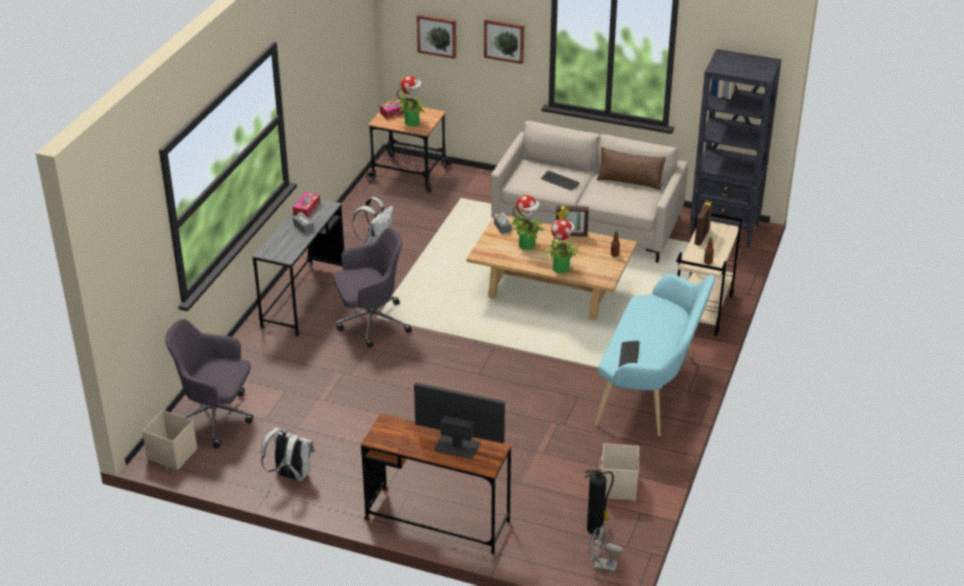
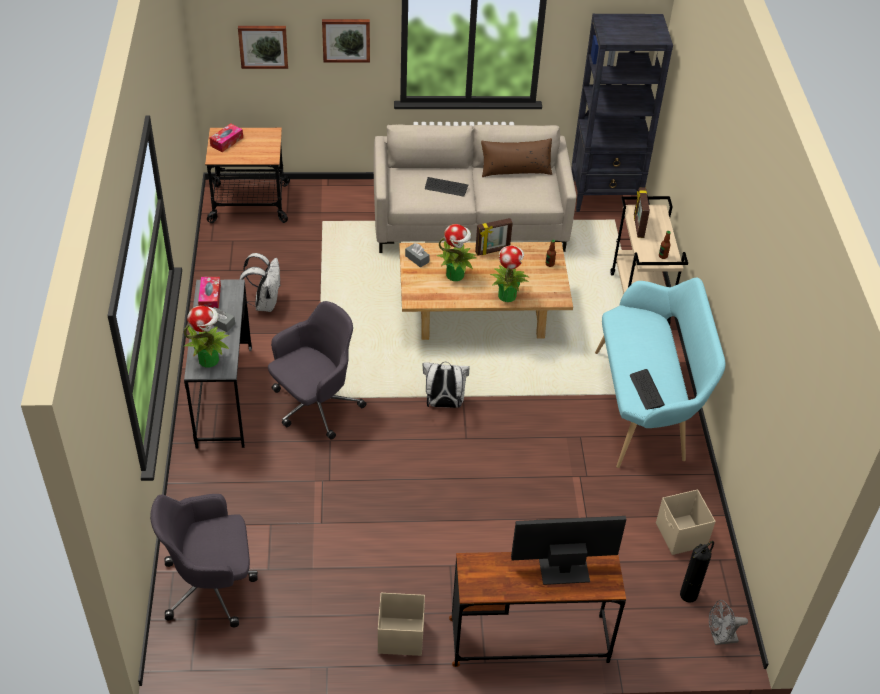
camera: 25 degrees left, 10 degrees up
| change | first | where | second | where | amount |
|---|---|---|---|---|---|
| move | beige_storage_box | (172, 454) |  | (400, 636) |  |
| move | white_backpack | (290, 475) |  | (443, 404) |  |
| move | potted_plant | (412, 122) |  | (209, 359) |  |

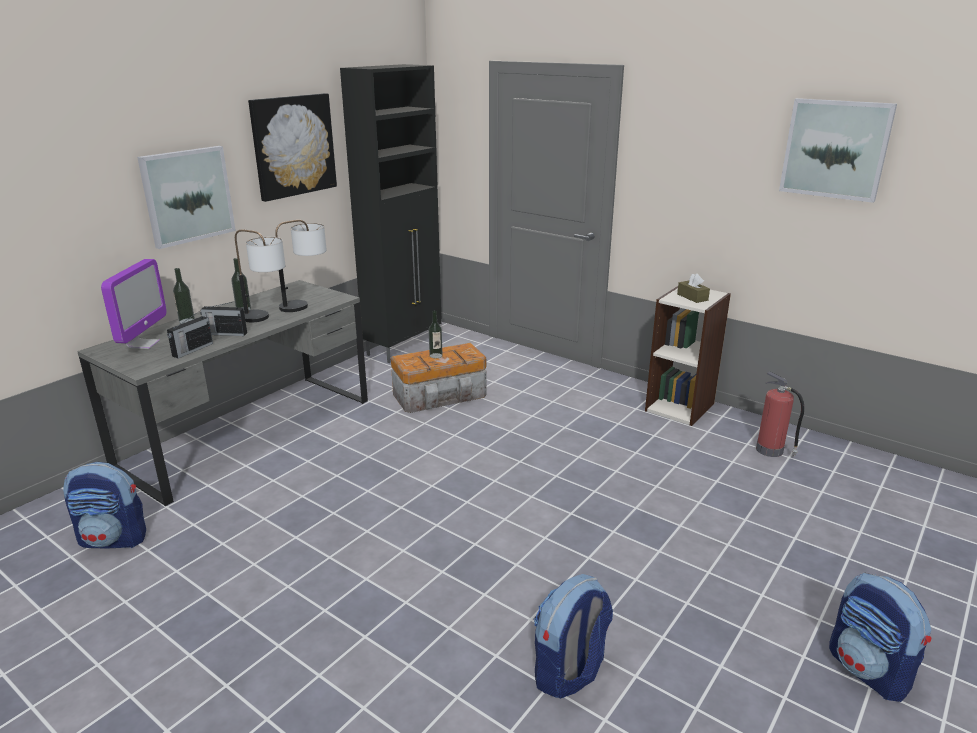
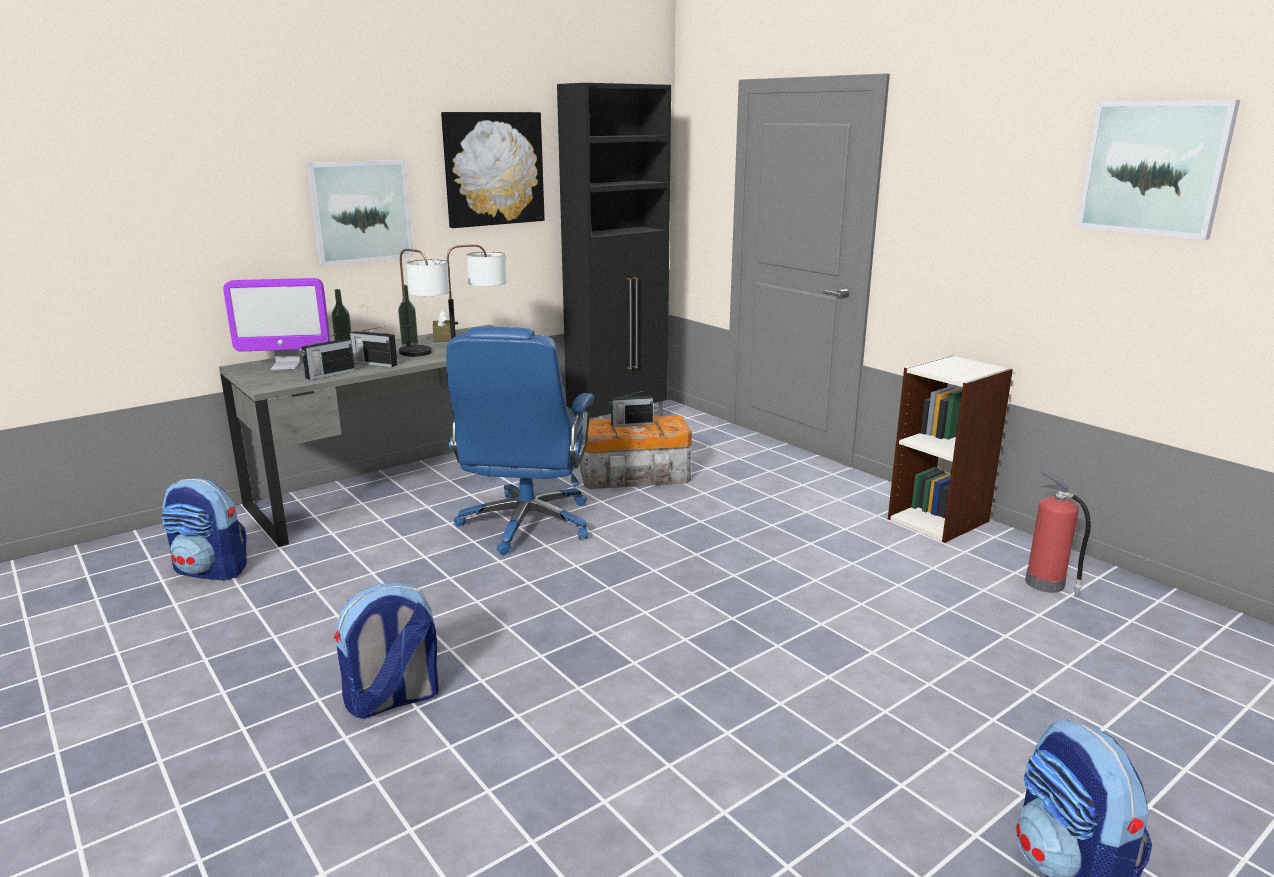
camera: 15 degrees right, 5 degrees down
| change | first | where | second | where | amount |
|---|---|---|---|---|---|
| rotate | monitor | (143, 344) |  | (285, 366) | 60 degrees clockwise |
| replace | bottle | (436, 355) | radio | (631, 424) |  |
| move | backpack | (569, 672) |  | (393, 700) |  |
| move | brown_tissue_box | (692, 297) |  | (442, 338) |  |
| insert |  |  | blue_office_chair | (526, 525) |  |

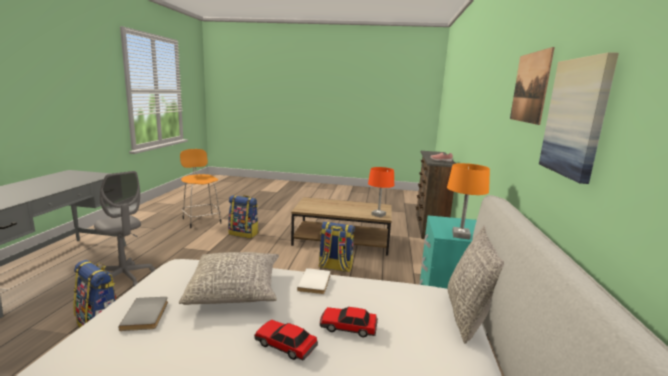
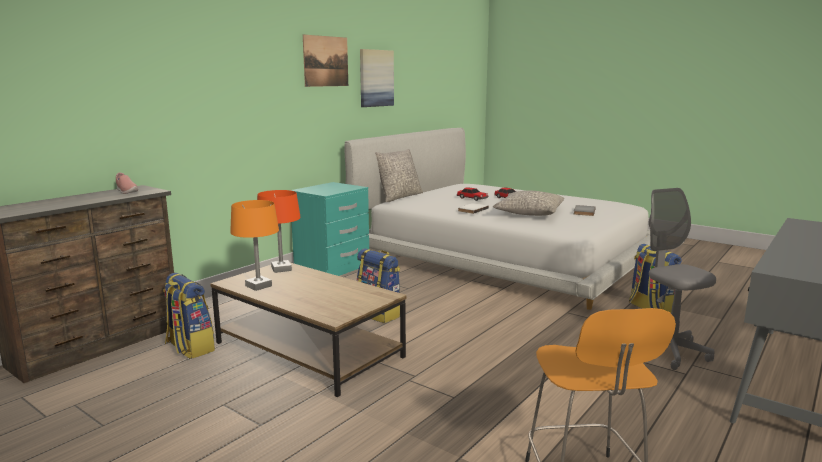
camera: 150 degrees left, 0 degrees up
| change | first | where | second | where | amount |
|---|---|---|---|---|---|
| move | backpack | (244, 233) |  | (189, 348) |  |
| move | orange_table_lamp | (460, 235) |  | (258, 286) |  |

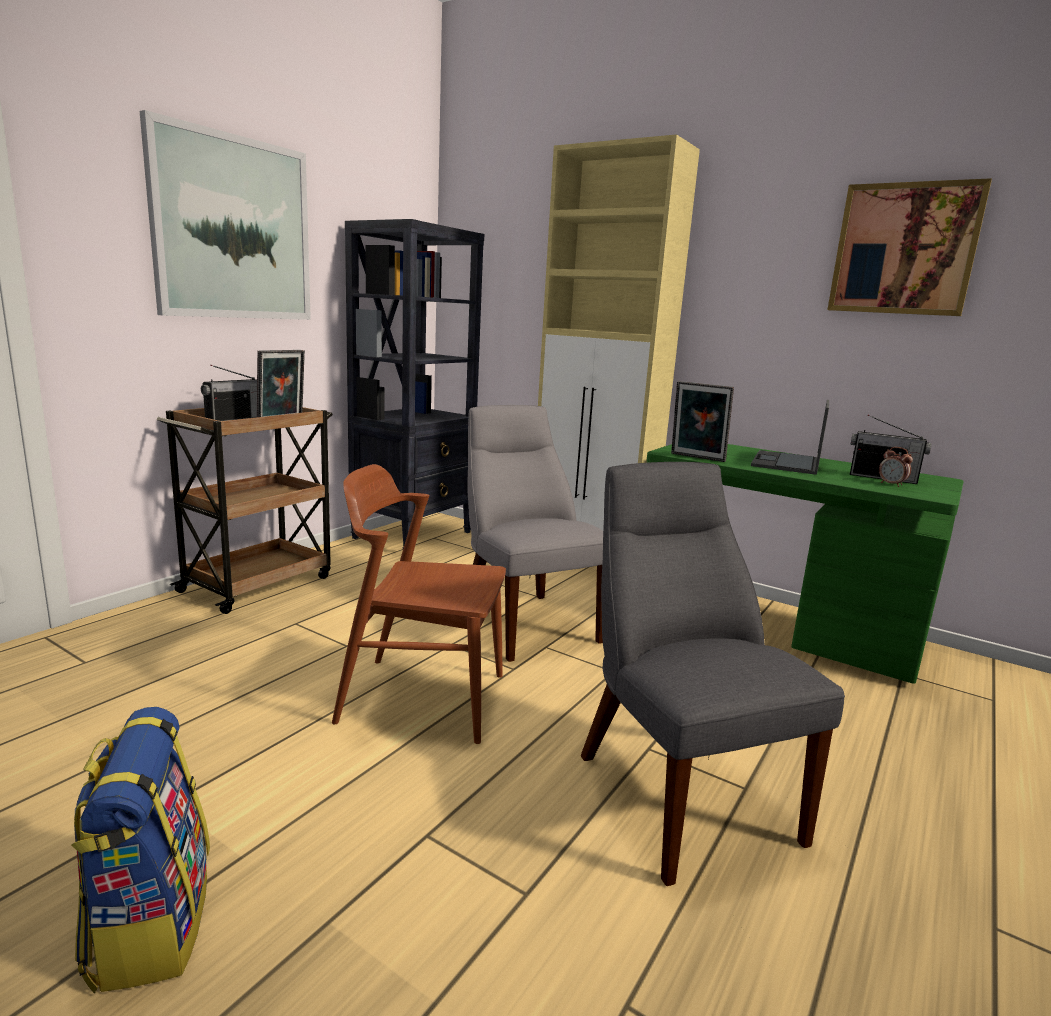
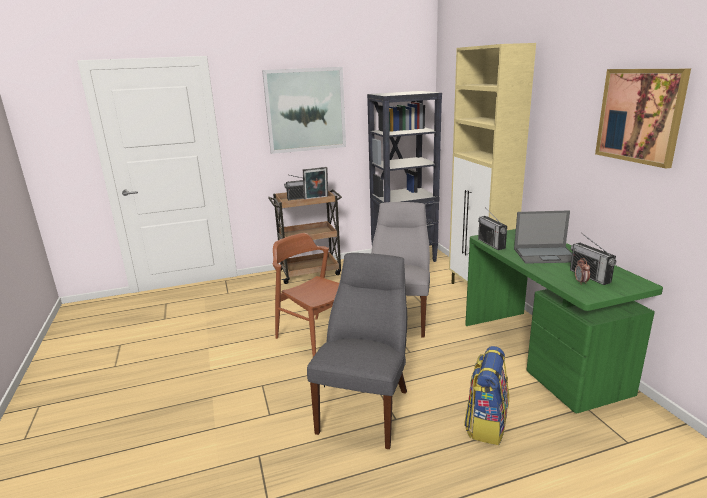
camera: 40 degrees right, 5 degrees up
| change | first | where | second | where | amount |
|---|---|---|---|---|---|
| move | backpack | (150, 923) |  | (486, 424) |  |
| replace | picture_frame | (696, 458) | radio | (491, 244) |  |
| rotate | laptop | (786, 463) |  | (546, 255) | 150 degrees counterclockwise |

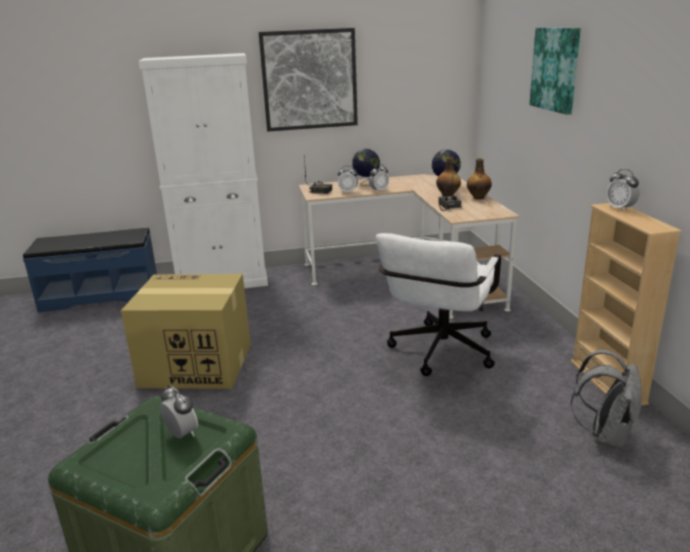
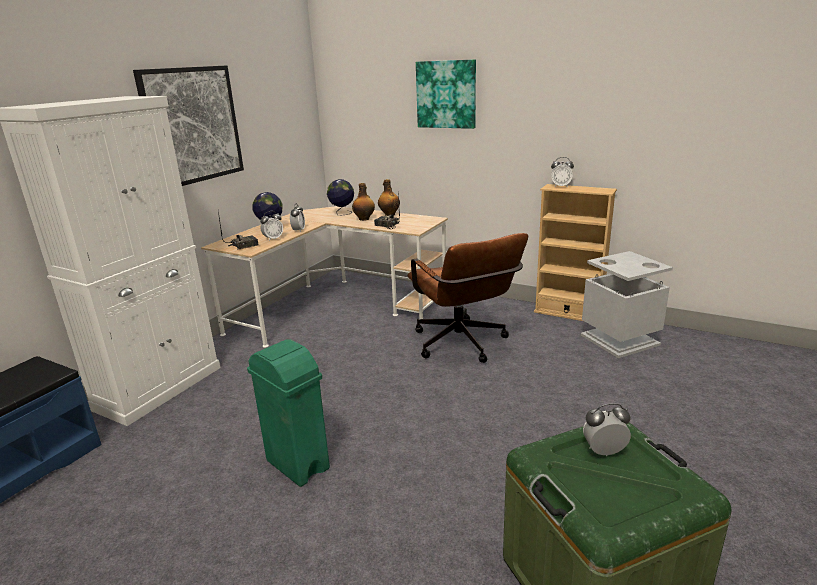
camera: 50 degrees left, 0 degrees up
| change | first | where | second | where | amount |
|---|---|---|---|---|---|
| replace | cardboard_box | (195, 365) | green_trash_can | (298, 465) |  |
| recolor | white_office_chair | (439, 354) | brown_office_chair | (463, 346) |  |
| replace | grey_backpack | (605, 436) | grey_trash_can | (618, 340) |  |

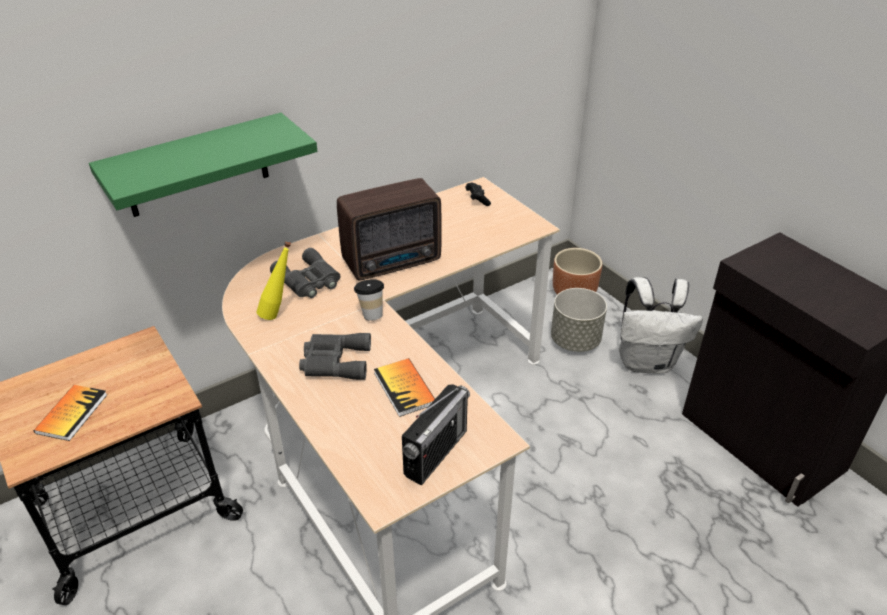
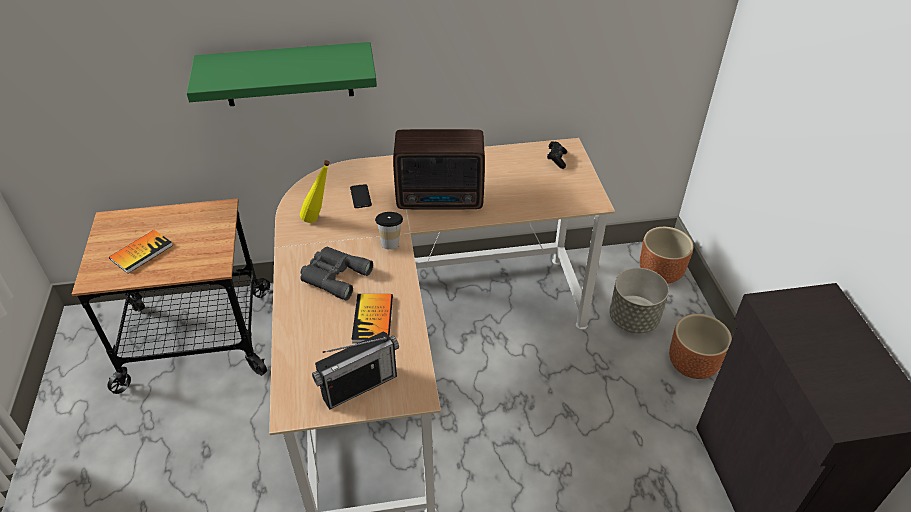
camera: 25 degrees right, 5 degrees up
| change | first | where | second | where | amount |
|---|---|---|---|---|---|
| replace | grey_binoculars | (308, 281) | phone | (360, 196) |  |
| replace | white_backpack | (647, 362) | brown_planter | (693, 364) |  |

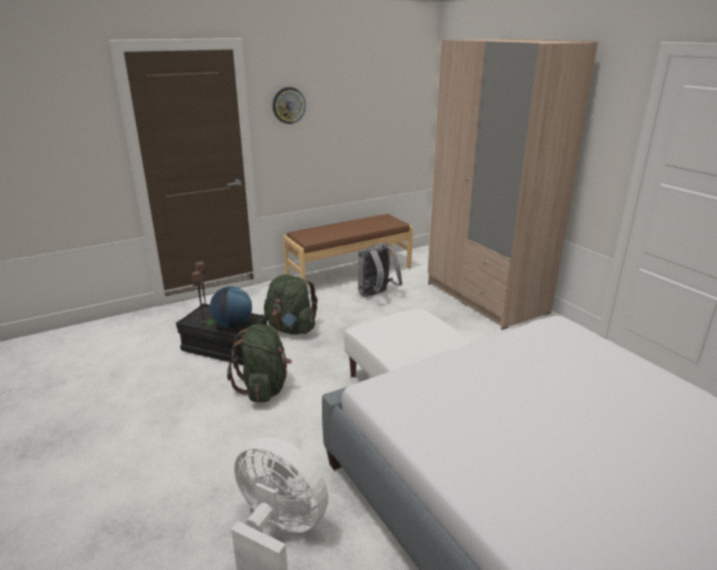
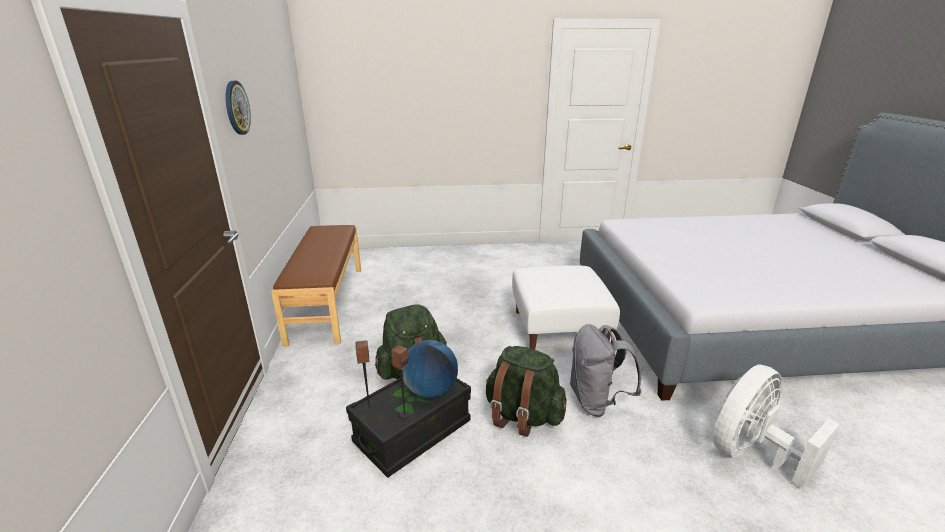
camera: 65 degrees left, 0 degrees up
| change | first | where | second | where | amount |
|---|---|---|---|---|---|
| move | grey_backpack | (376, 295) |  | (596, 401) |  |
| delete | beige_wardrobe | (486, 297) |  |  |  |

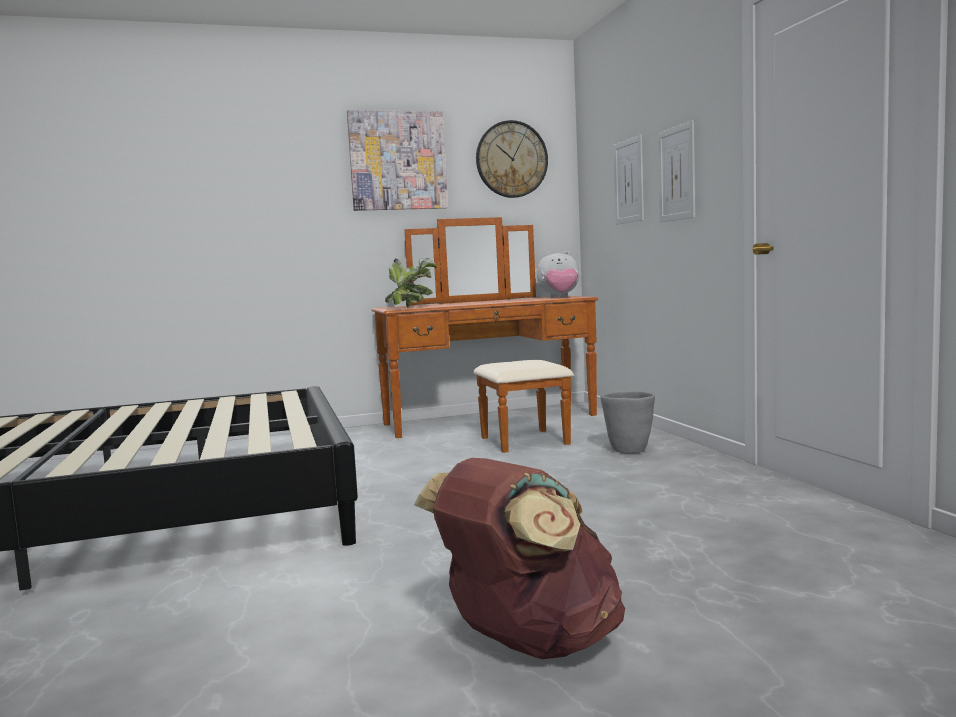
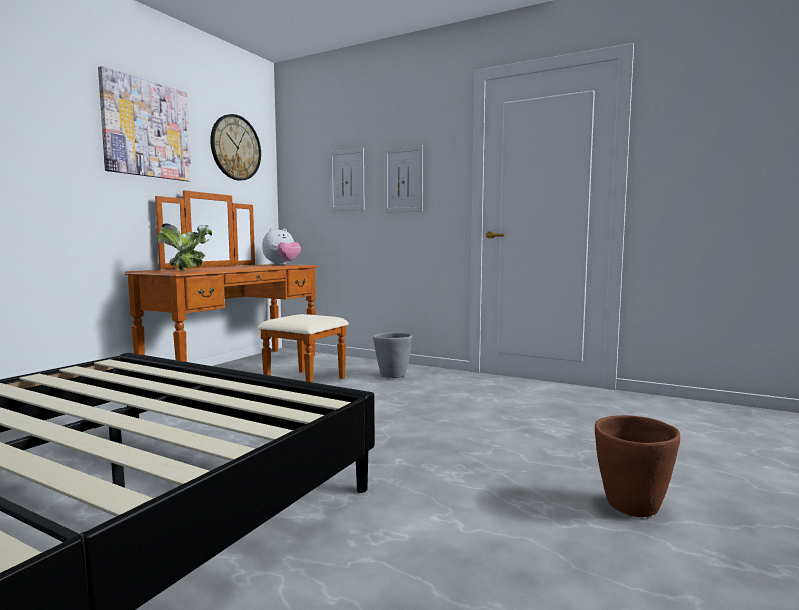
camera: 45 degrees left, 0 degrees up
| change | first | where | second | where | amount |
|---|---|---|---|---|---|
| replace | brown_backpack | (528, 643) | brown_planter | (631, 507) |  |

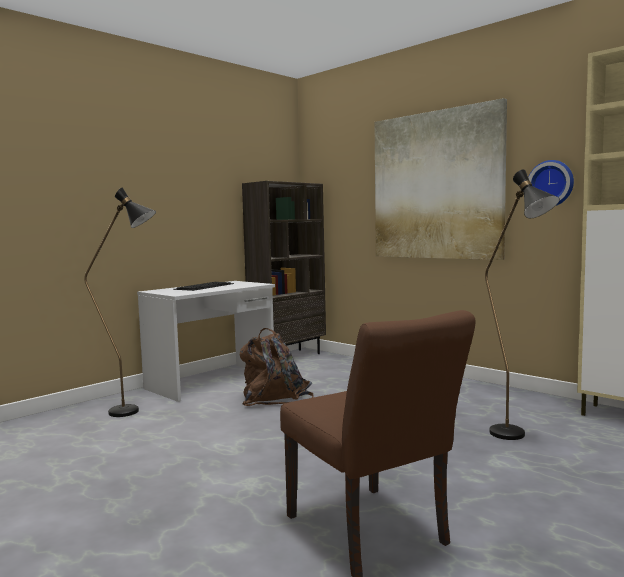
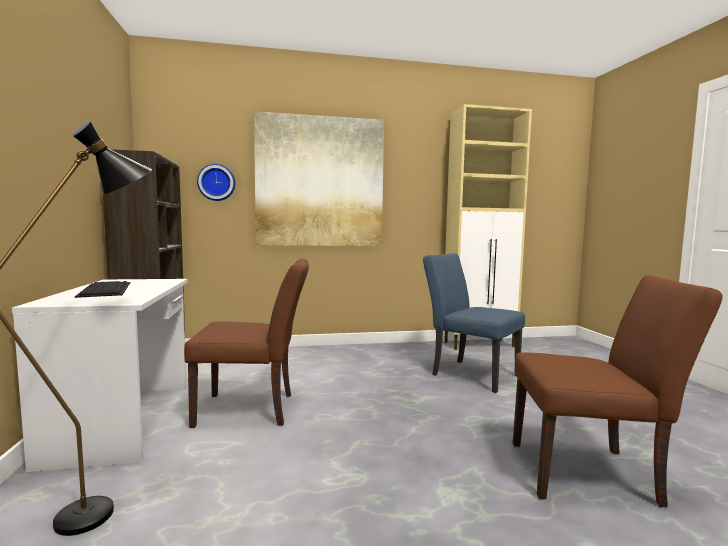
camera: 55 degrees left, 0 degrees up
| change | first | where | second | where | amount |
|---|---|---|---|---|---|
| replace | brown_backpack | (275, 398) | brown_chair | (254, 410) |  |
| replace | black_floor_lamp | (516, 438) | blue_chair | (469, 373) |  |
| move | wall_clock | (551, 183) |  | (217, 182) |  |

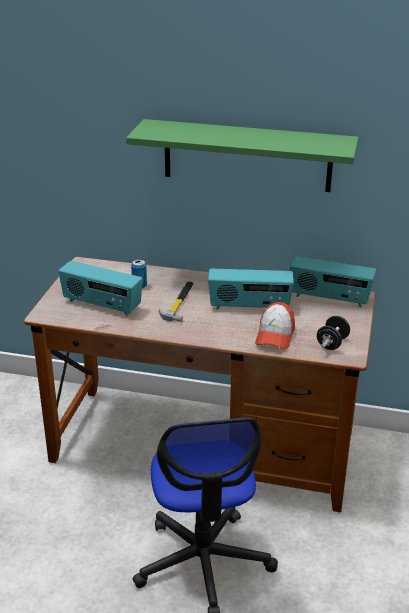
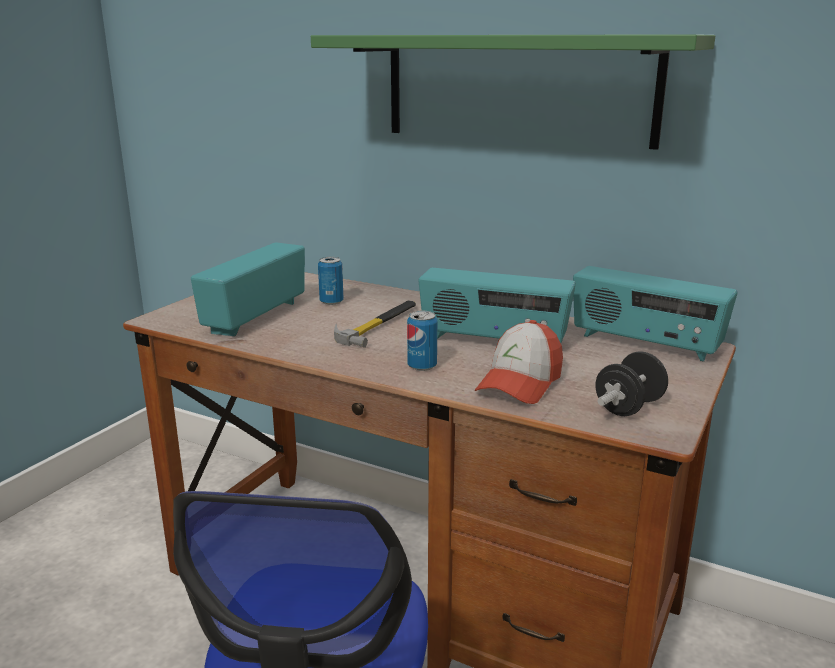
camera: 15 degrees right, 10 degrees down
| change | first | where | second | where | amount |
|---|---|---|---|---|---|
| rotate | radio | (101, 305) |  | (254, 317) | 75 degrees clockwise |
| insert |  |  | can | (422, 366) |  |

